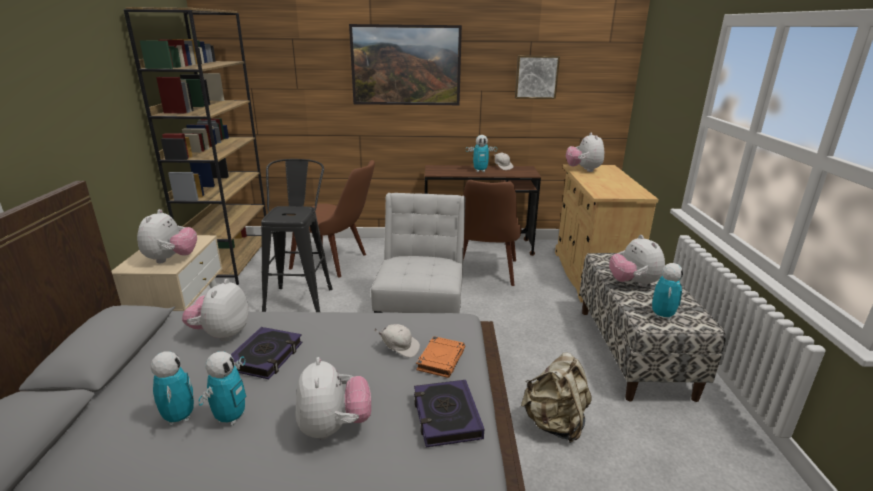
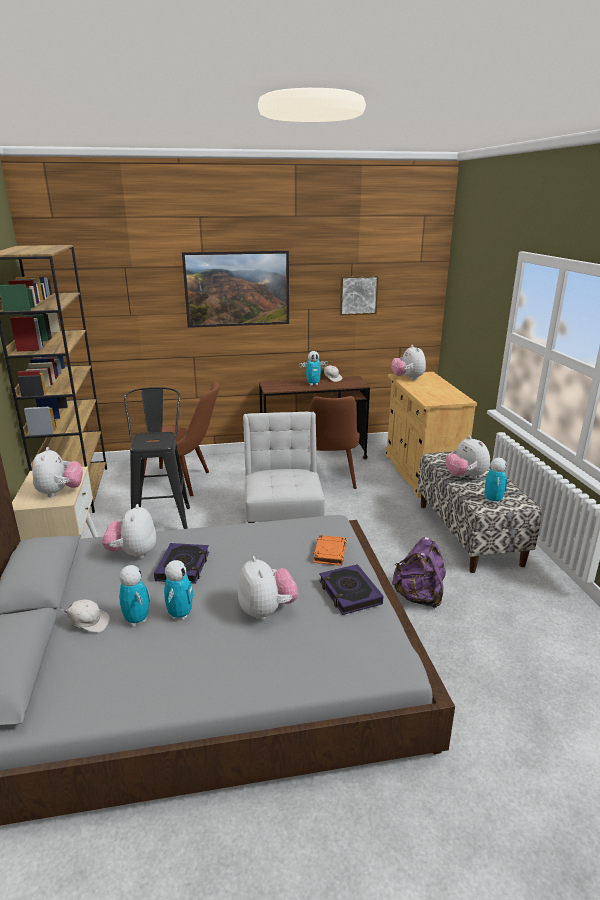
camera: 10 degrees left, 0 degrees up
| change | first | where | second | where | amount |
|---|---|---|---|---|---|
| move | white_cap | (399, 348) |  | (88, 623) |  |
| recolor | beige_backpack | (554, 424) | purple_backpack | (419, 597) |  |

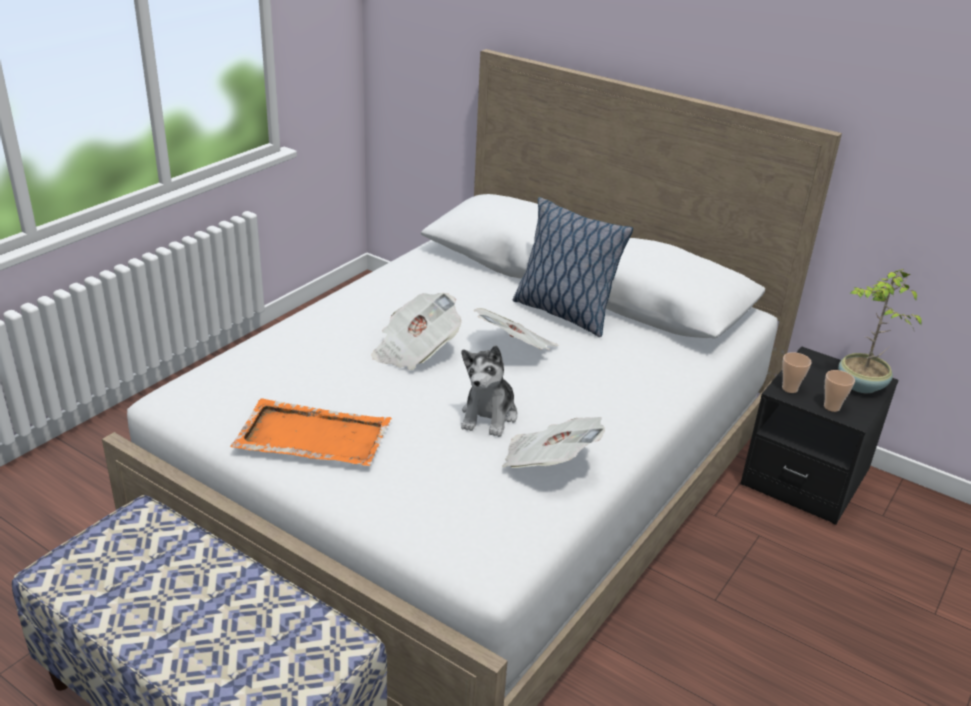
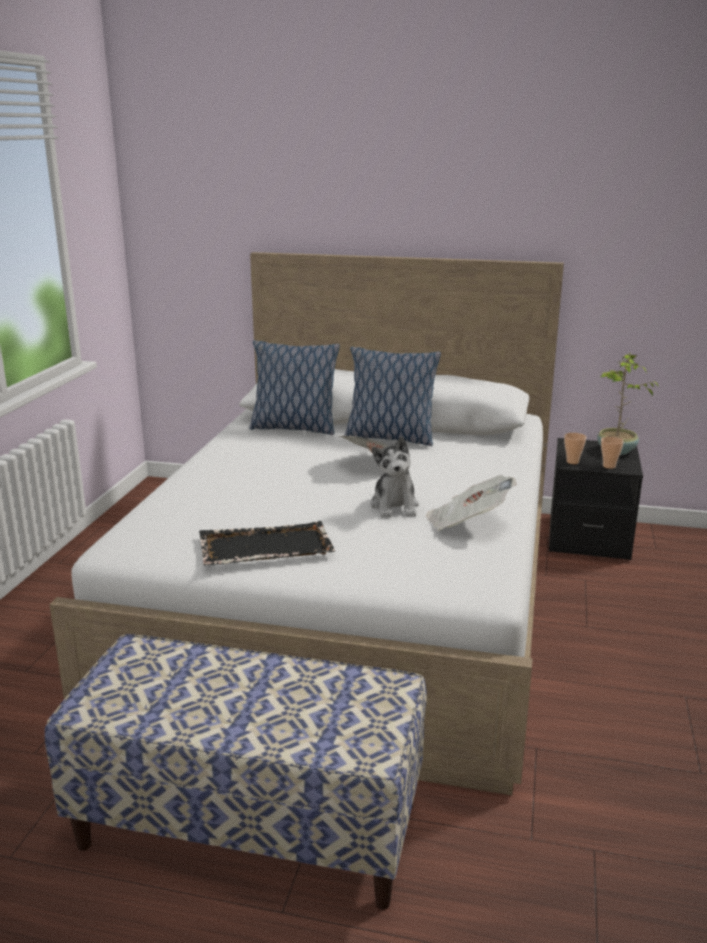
camera: 20 degrees left, 10 degrees down
| change | first | where | second | where | amount |
|---|---|---|---|---|---|
| recolor | orange_tray | (311, 437) | black_tray | (264, 548) |  |
| delete | newspaper | (415, 351) |  |  |  |
| insert |  |  | pillow | (293, 428) |  |

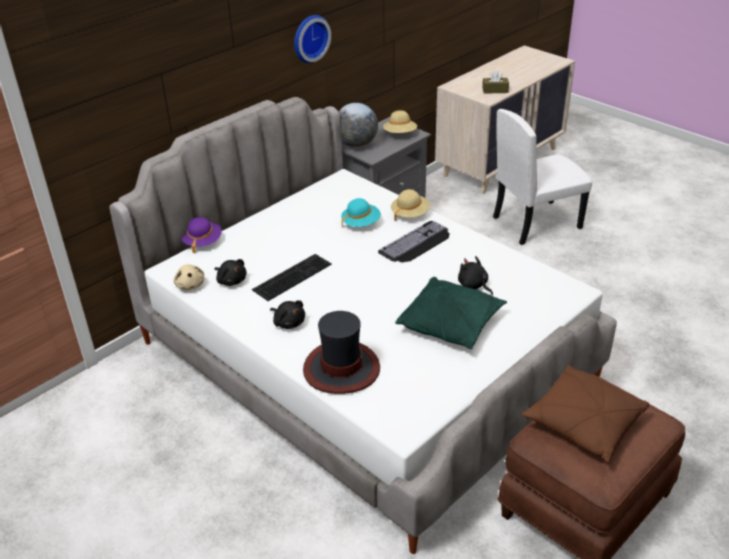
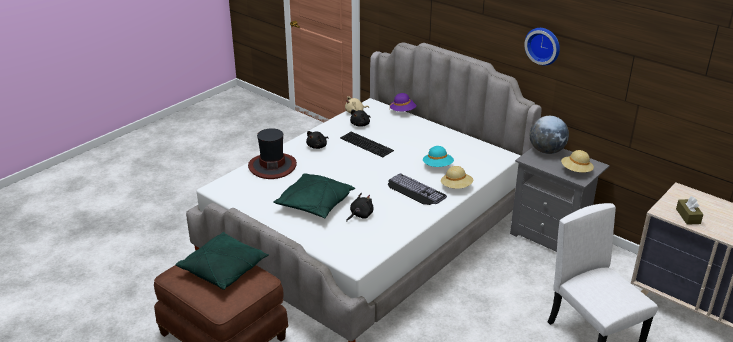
camera: 85 degrees right, 5 degrees down
| change | first | where | second | where | amount |
|---|---|---|---|---|---|
| recolor | brown_pillow | (583, 423) | green_pillow | (224, 269) |  |

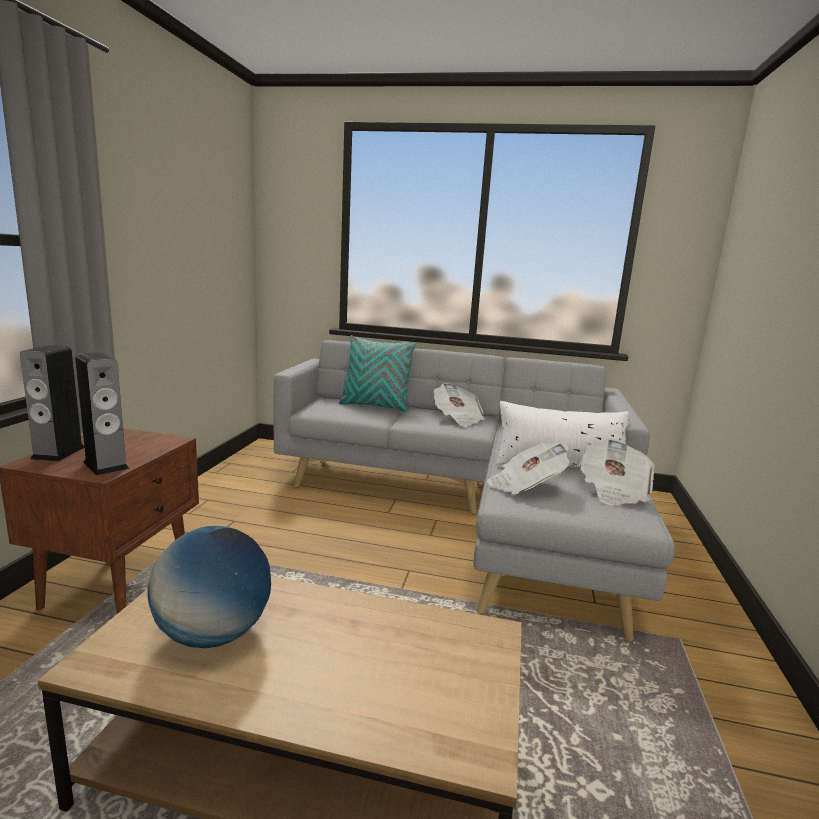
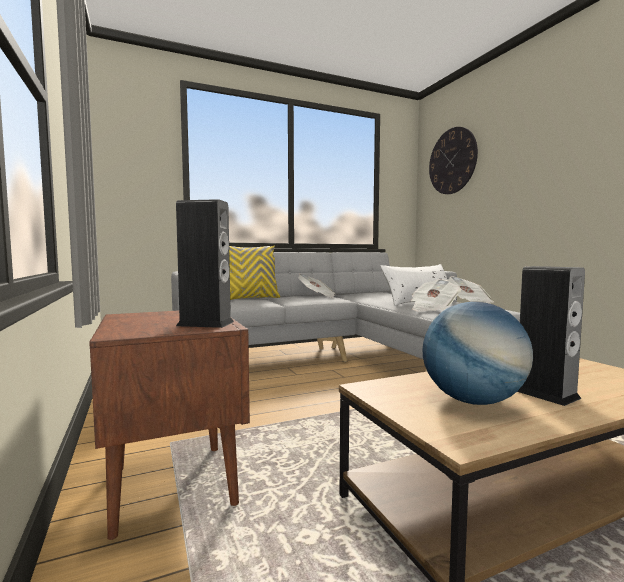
camera: 35 degrees left, 10 degrees down
| change | first | where | second | where | amount |
|---|---|---|---|---|---|
| move | speaker | (58, 453) |  | (545, 394) |  |
| recolor | turquoise_pillow | (375, 406) | yellow_pillow | (250, 299) |  |
| insert |  |  | wall_clock | (452, 161) |  |

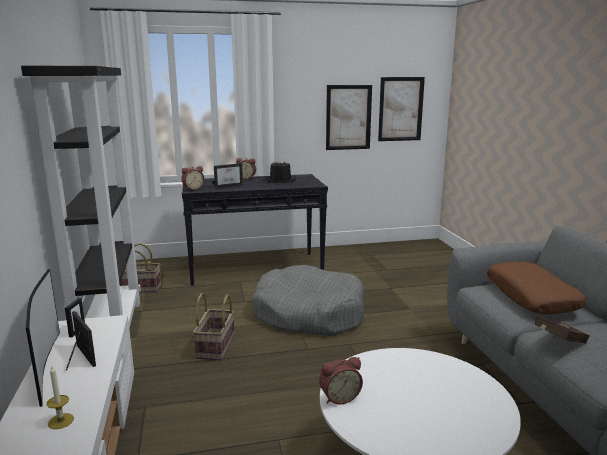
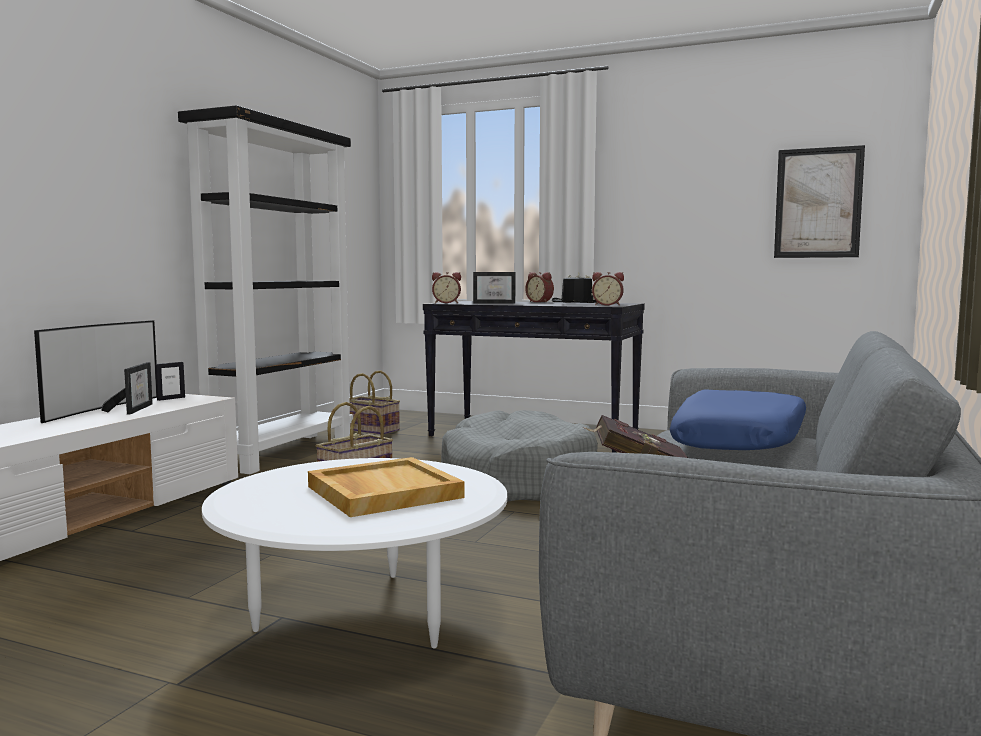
camera: 35 degrees right, 10 degrees down
| change | first | where | second | where | amount |
|---|---|---|---|---|---|
| delete | candle | (61, 421) |  |  |  |
| move | alarm_clock | (339, 397) |  | (607, 305) |  |
| delete | picture | (348, 117) |  |  |  |
| recolor | brown_pillow | (531, 297) | blue_pillow | (741, 441) |  |
| insert |  |  | beige_tray | (382, 492) |  |

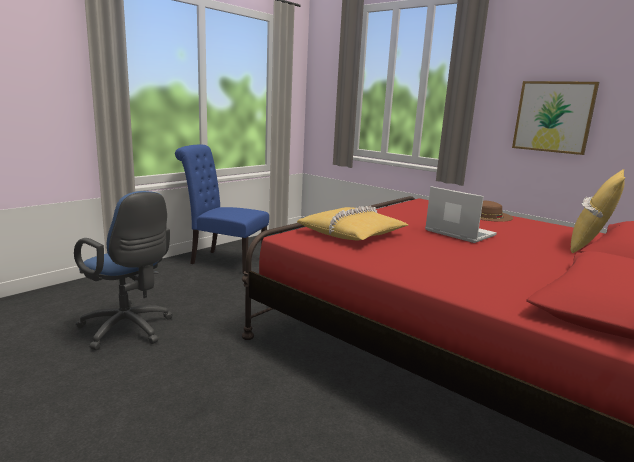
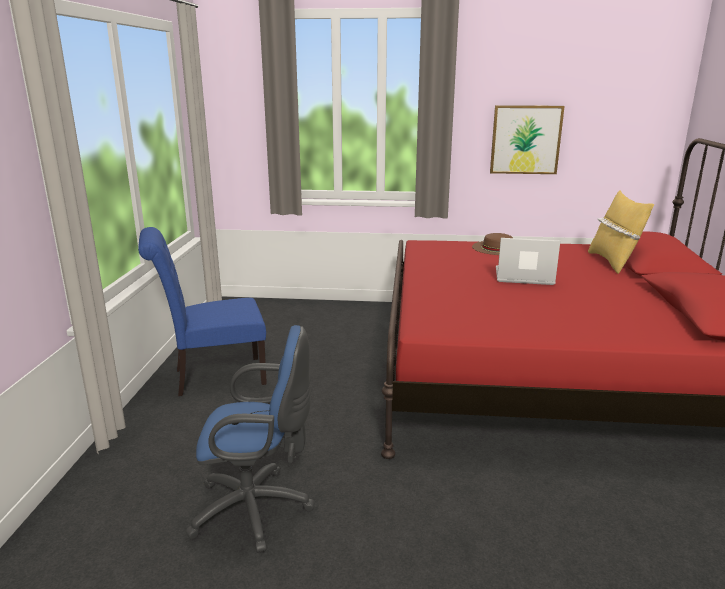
camera: 35 degrees left, 5 degrees up
| change | first | where | second | where | amount |
|---|---|---|---|---|---|
| delete | yellow_pillow | (352, 233) |  |  |  |

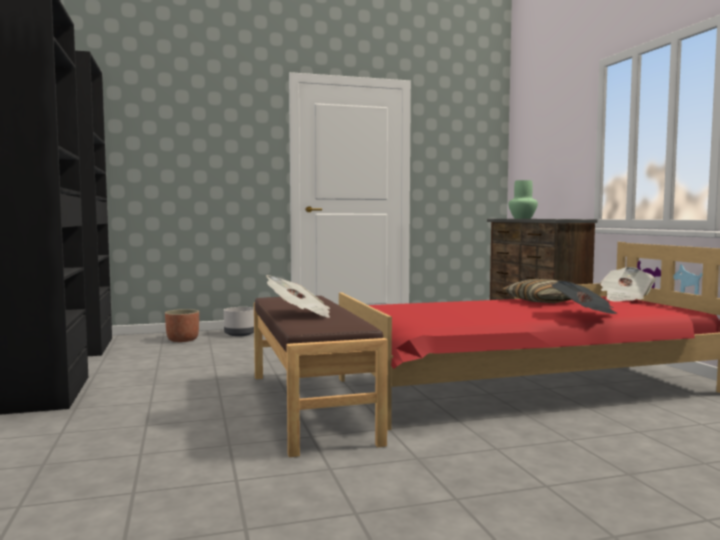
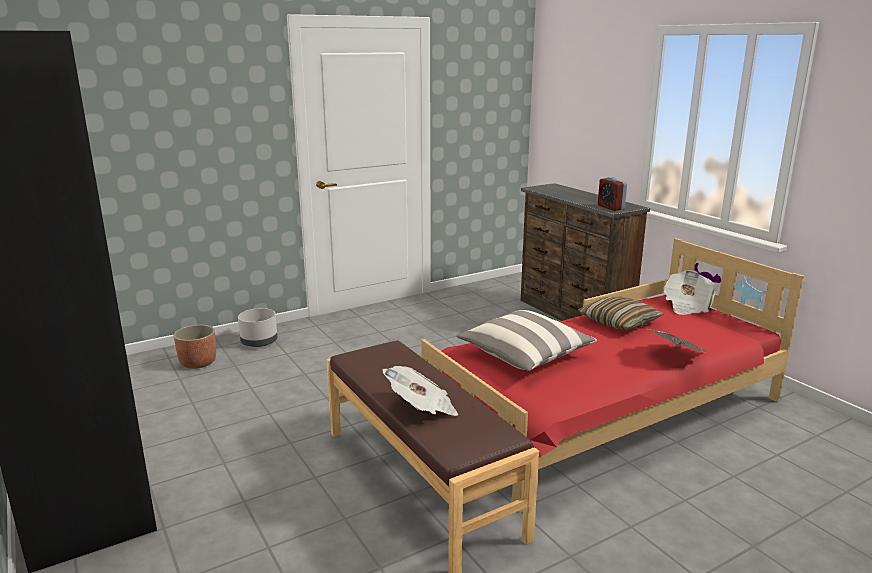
camera: 15 degrees left, 15 degrees up
| change | first | where | second | where | amount |
|---|---|---|---|---|---|
| delete | green_vase | (523, 218) |  |  |  |
| insert |  |  | pillow | (525, 355) |  |
| insert |  |  | alarm_clock | (610, 207) |  |

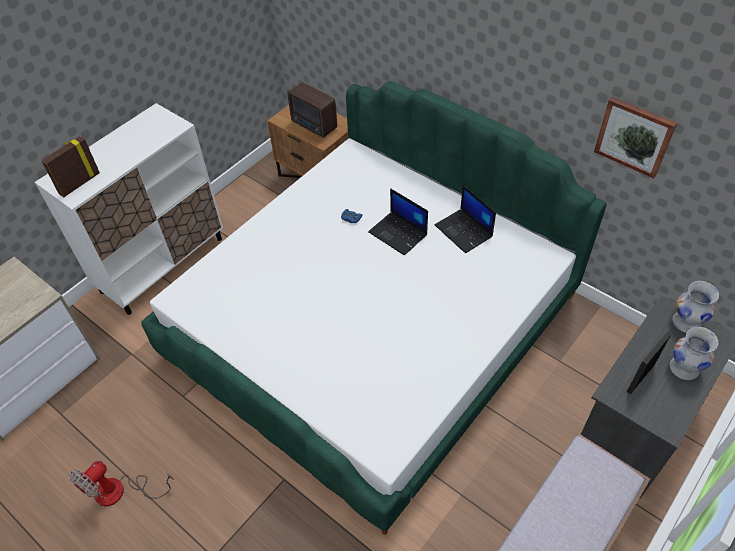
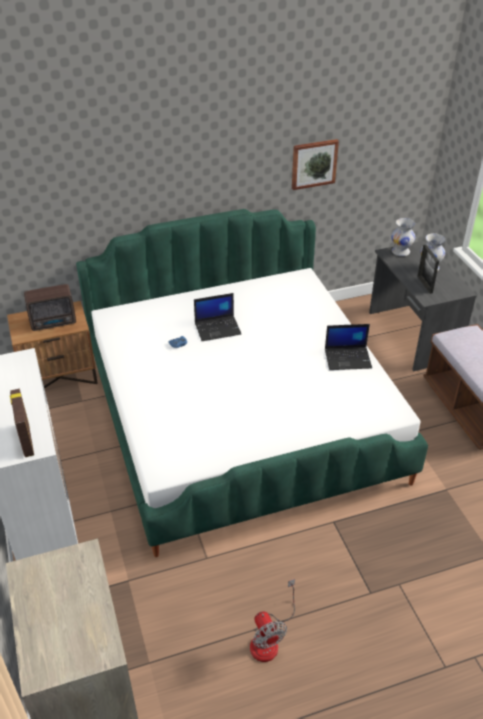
camera: 60 degrees left, 10 degrees down
| change | first | where | second | where | amount |
|---|---|---|---|---|---|
| move | laptop | (464, 231) |  | (348, 358) |  |

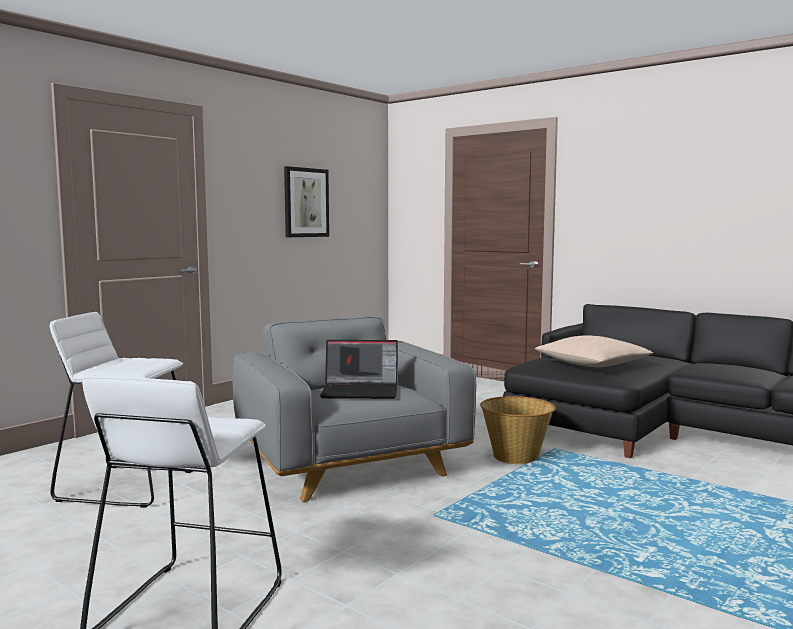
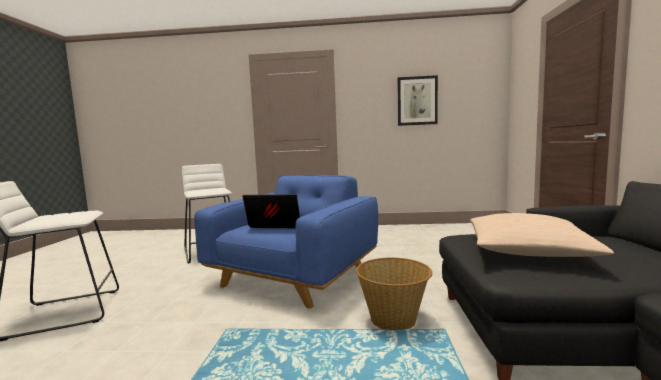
camera: 55 degrees right, 0 degrees up
| change | first | where | second | where | amount |
|---|---|---|---|---|---|
| recolor | grey_armchair | (349, 464) | blue_armchair | (294, 276) |  |
| rotate | laptop | (361, 391) |  | (277, 225) | 135 degrees clockwise |

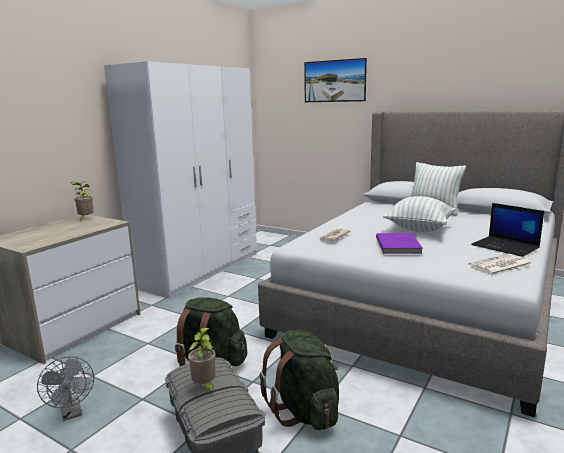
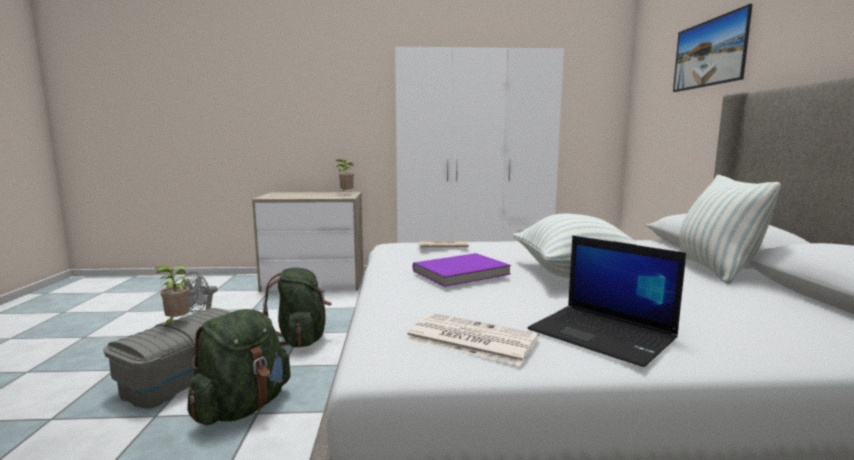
camera: 55 degrees right, 5 degrees down
| change | first | where | second | where | amount |
|---|---|---|---|---|---|
| rotate | laptop | (506, 247) |  | (603, 334) | 60 degrees counterclockwise |

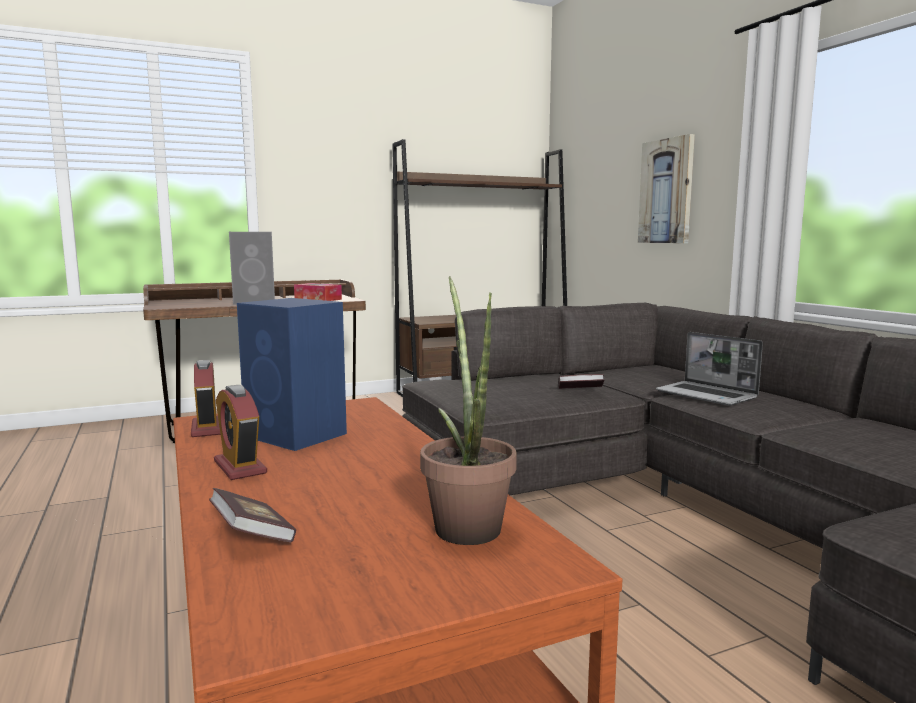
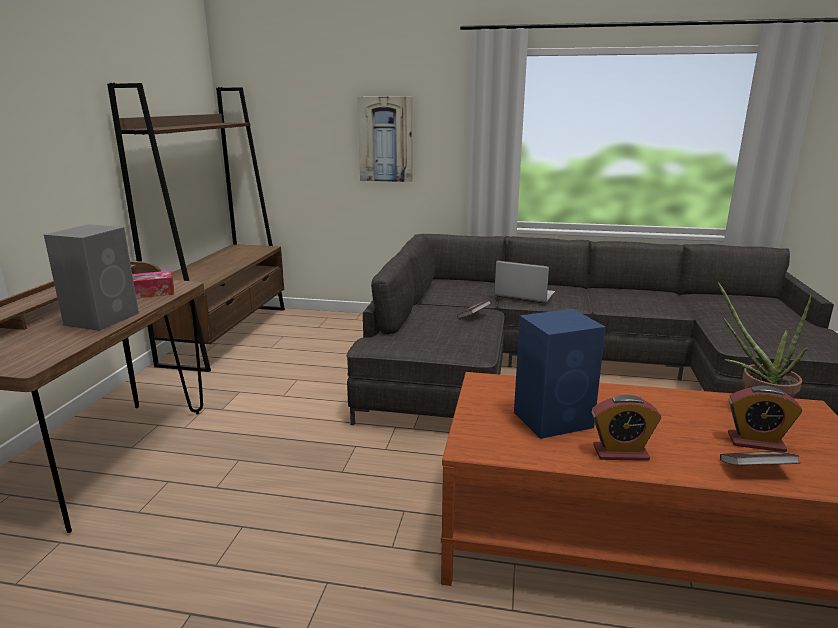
camera: 55 degrees left, 10 degrees up
| change | first | where | second | where | amount |
|---|---|---|---|---|---|
| move | alarm_clock | (207, 428) |  | (756, 442) |  |
| rotate | laptop | (707, 395) |  | (523, 295) | 150 degrees counterclockwise |

